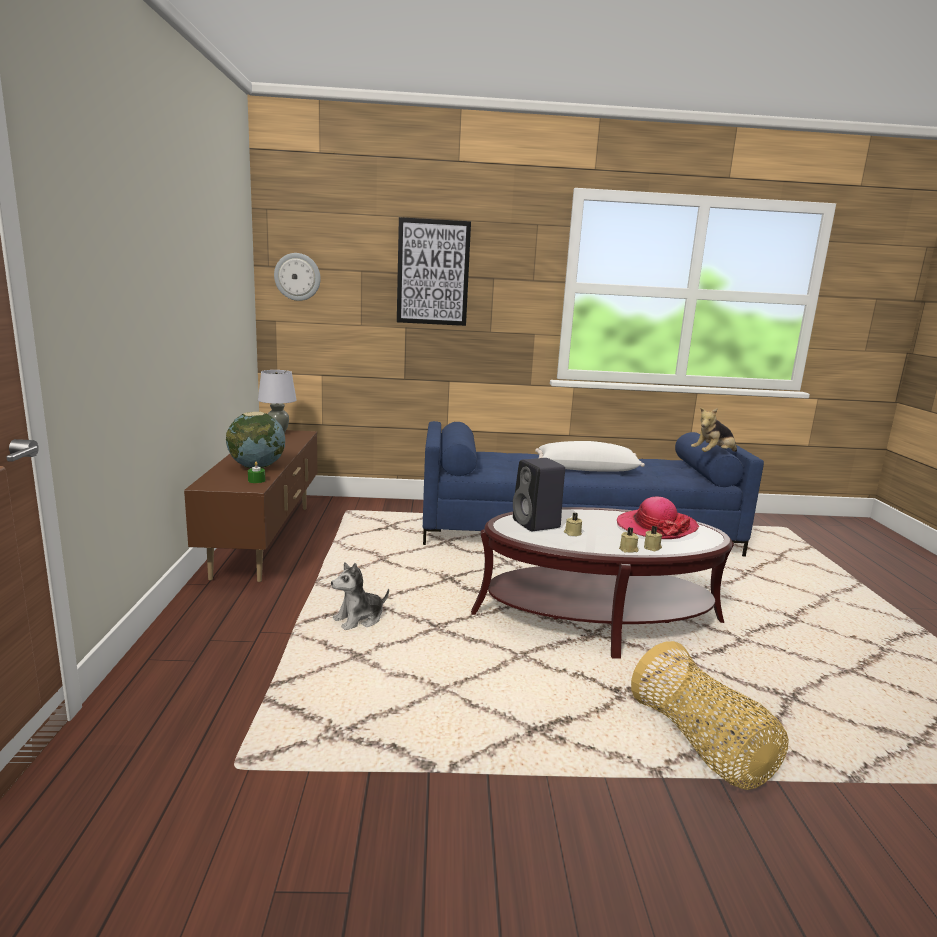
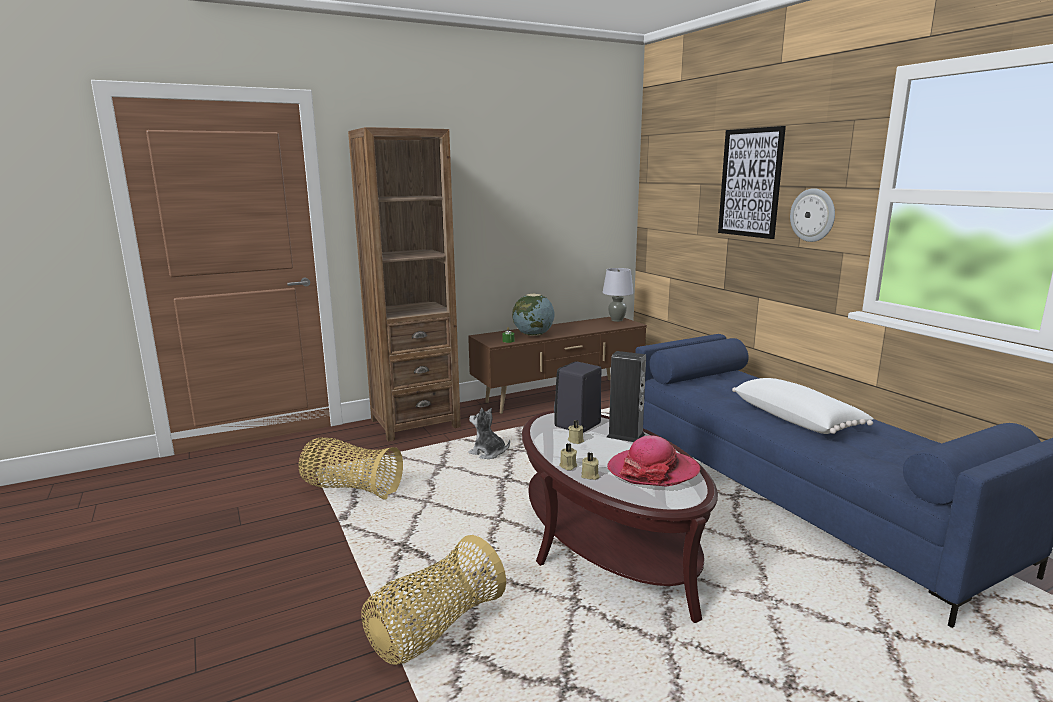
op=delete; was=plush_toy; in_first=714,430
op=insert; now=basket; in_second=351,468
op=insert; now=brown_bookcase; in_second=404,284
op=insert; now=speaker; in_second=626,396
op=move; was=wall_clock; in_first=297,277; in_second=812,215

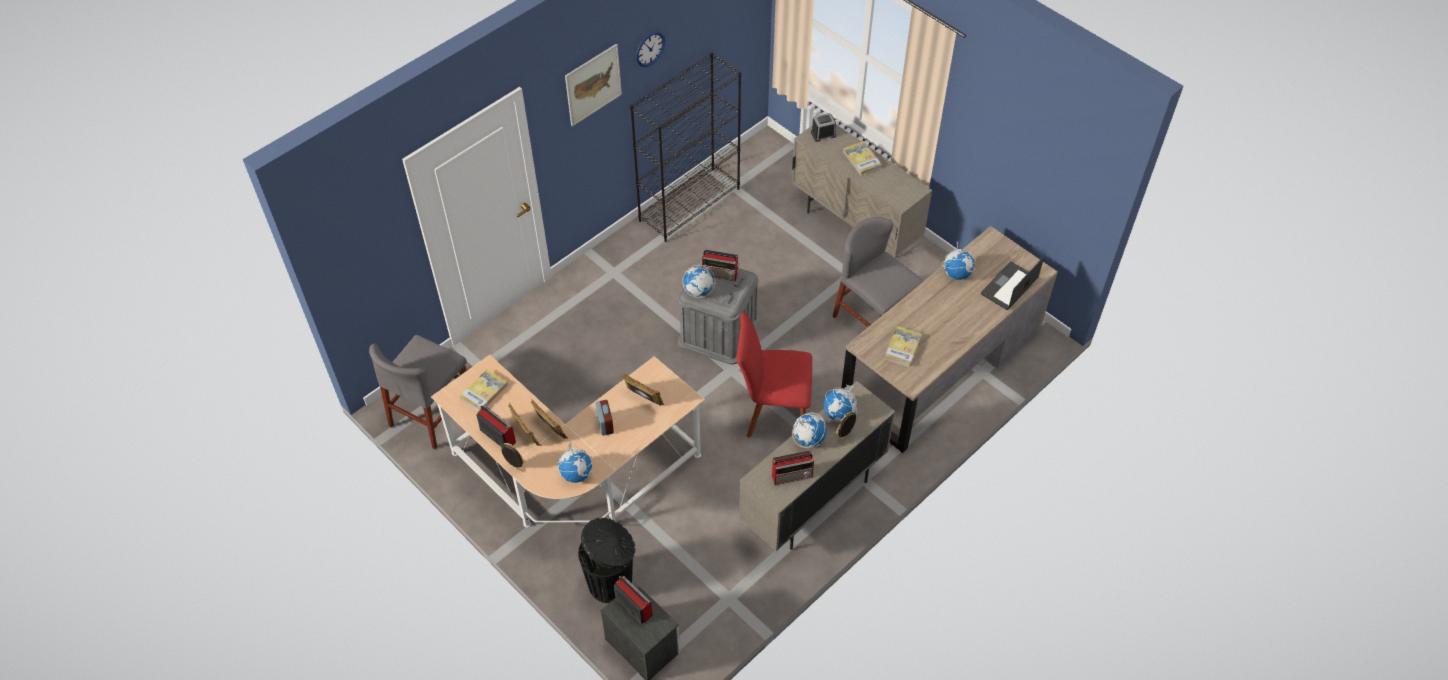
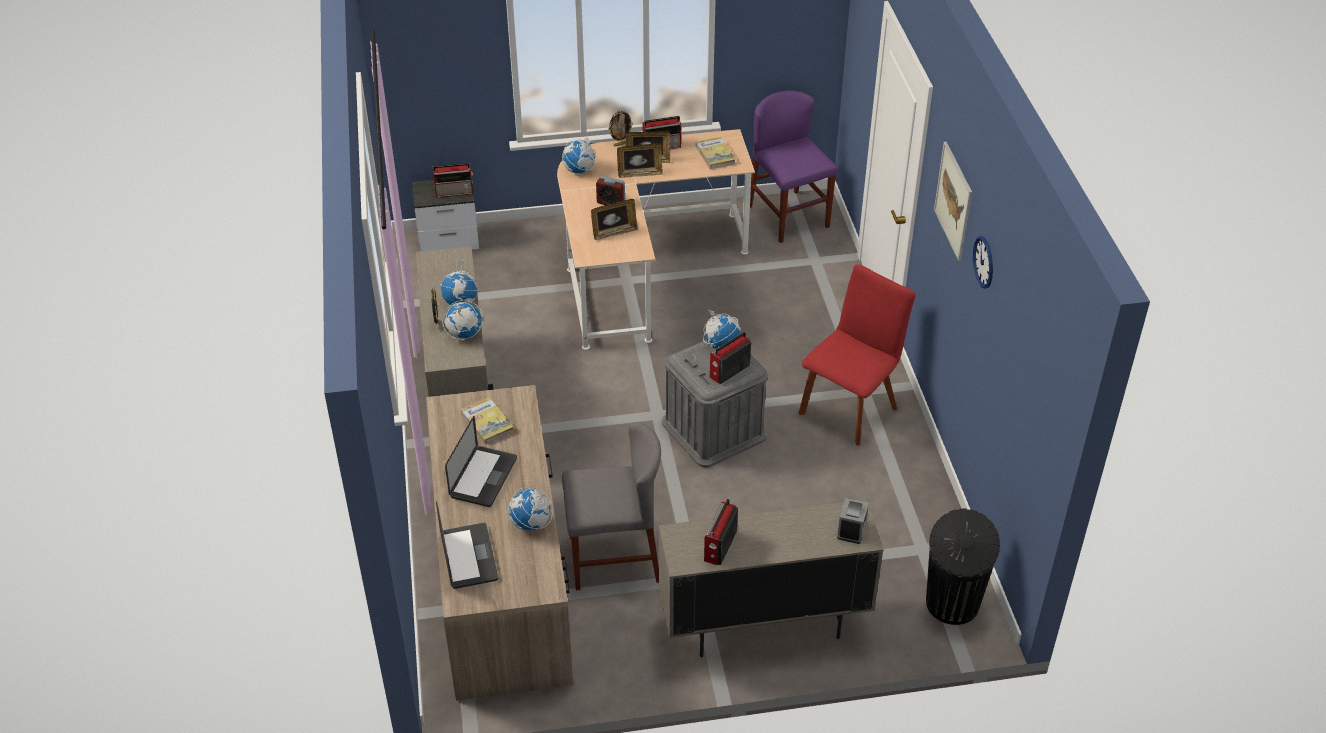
op=delete; was=black_bookcase; in_first=685,147
op=delete; was=book; in_first=862,158
op=insert; now=laptop; in_second=481,461
op=move; was=black_trash_can; in_first=606,560; in_second=963,567
op=move; was=red_chair; in_first=774,375; in_second=857,355
op=move; was=radio; in_first=793,468; in_second=721,531
op=recolor; was=grey_chair; now=purple_chair; in_first=418,392; in_second=793,167

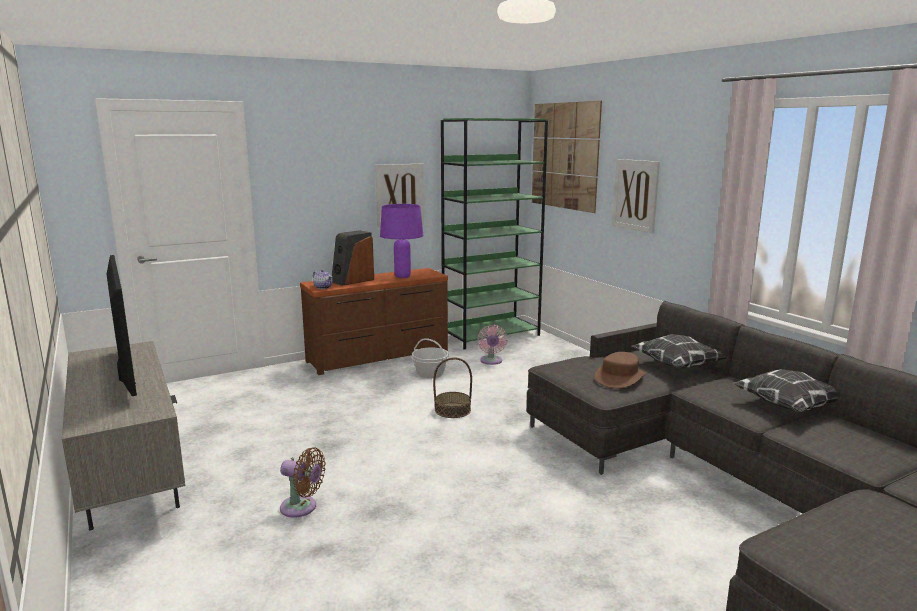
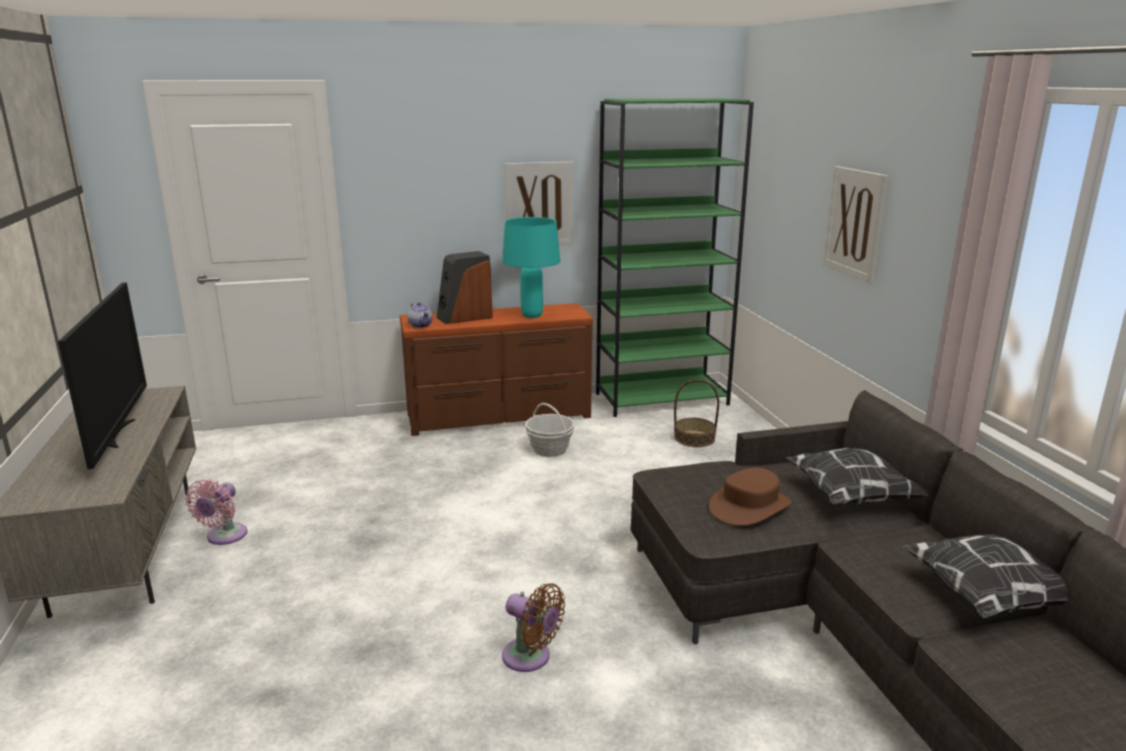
op=delete; was=picture; in_first=567,157
op=move; was=brown_fan; in_first=303,482; in_second=533,627
op=move; was=basket; in_first=452,387; in_second=696,413
op=move; was=pink_fan; in_first=492,345; in_second=216,512
op=recolor; was=purple_table_lamp; now=turquoise_table_lamp; in_first=402,241; in_second=531,267

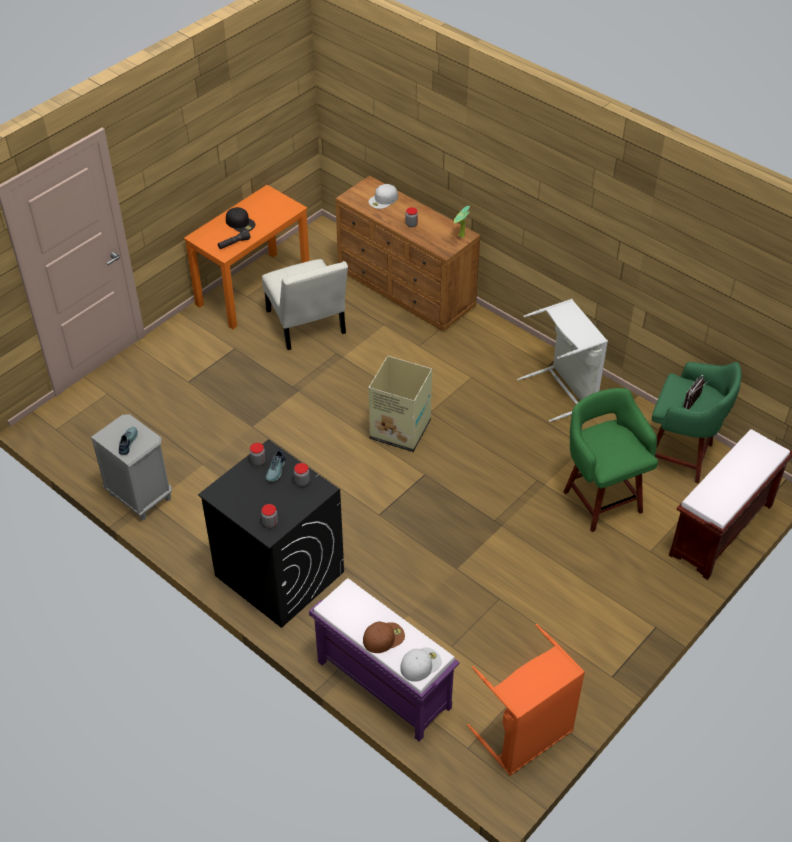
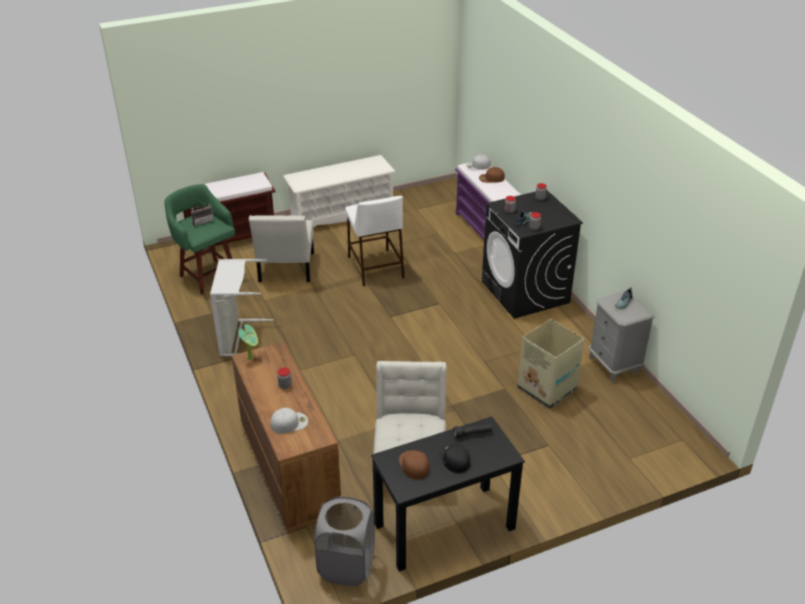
op=delete; was=orange_laundry_basket; in_first=526,700
op=insert; now=white_shoe_rack; in_second=339,191
op=insert; now=grey_laundry_basket; in_second=344,541
op=insert; now=white_stool; in_second=374,241
op=insert; now=brown_cap; in_second=414,464
op=move; was=cardboard_box; in_first=400,404; in_second=550,364
op=replace; was=green_stool; now=white_chair; in_first=611,460; in_second=281,248
op=recolor; was=orange_desk; now=black_desk; in_first=247,257; in_second=448,494

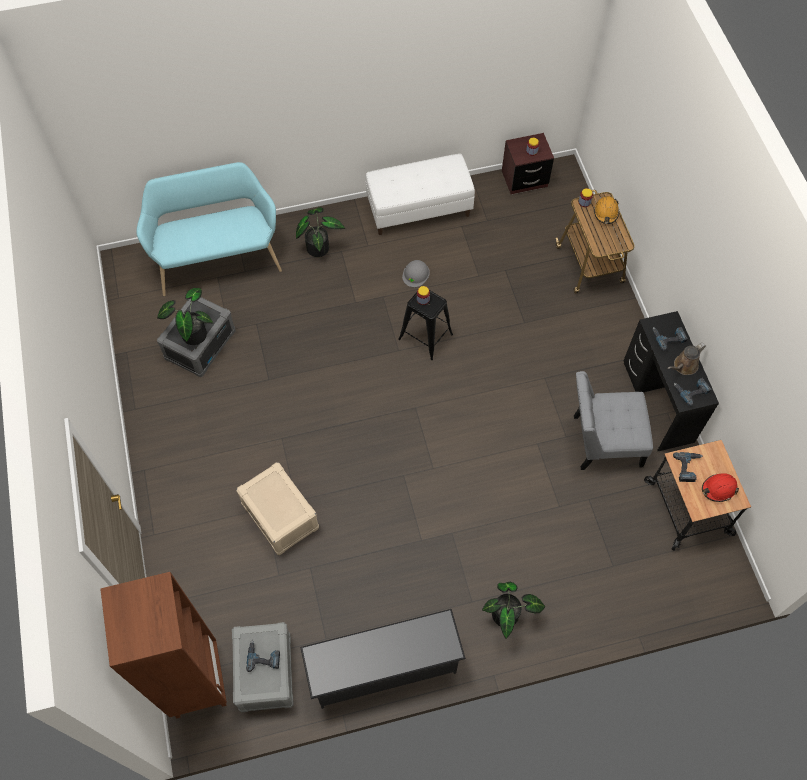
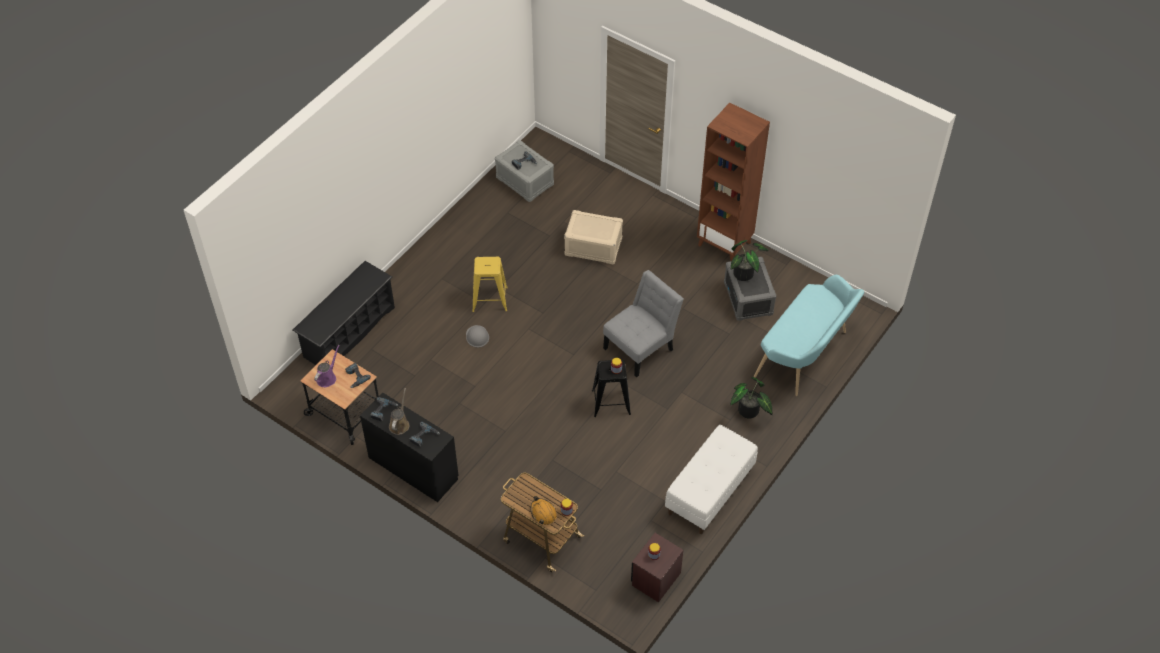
op=delete; was=potted_plant; in_first=513,610
op=insert; now=yellow_stool; in_second=490,284
op=move; was=brown_bookcase; in_first=163,645; in_second=733,182
op=move; was=black_shoe_rack; in_first=383,659; in_second=344,313
op=move; was=grey_hard_hat; in_first=416,273; in_second=477,336
op=move; was=grey_chair; in_first=613,420; in_second=643,323
op=replace; was=red_hard_hat; now=purple_watering_can; in_first=720,487; in_second=327,366

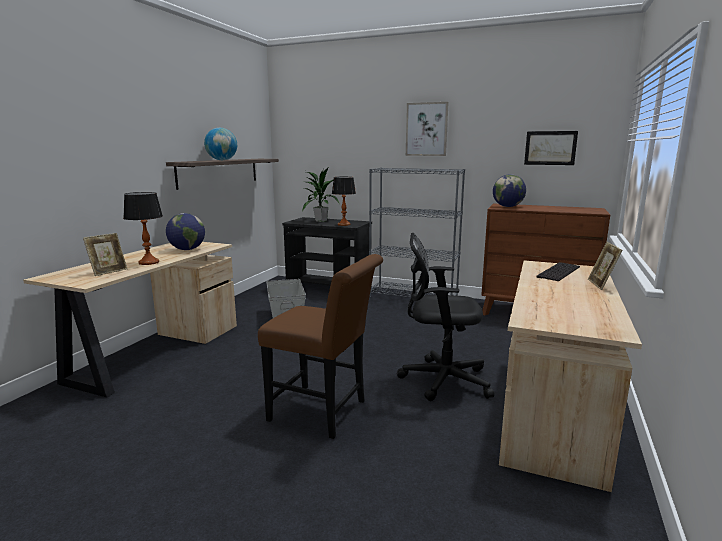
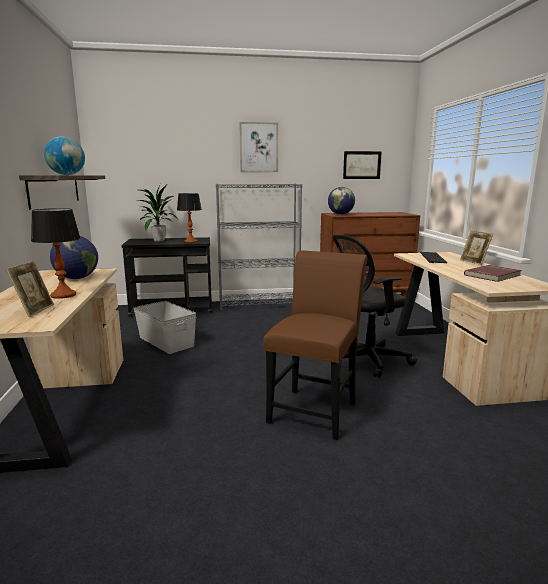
op=insert; now=red_book; in_second=492,273
op=rotate; was=brown_chair; in_first=320,346; in_second=315,345; clockwise=-60

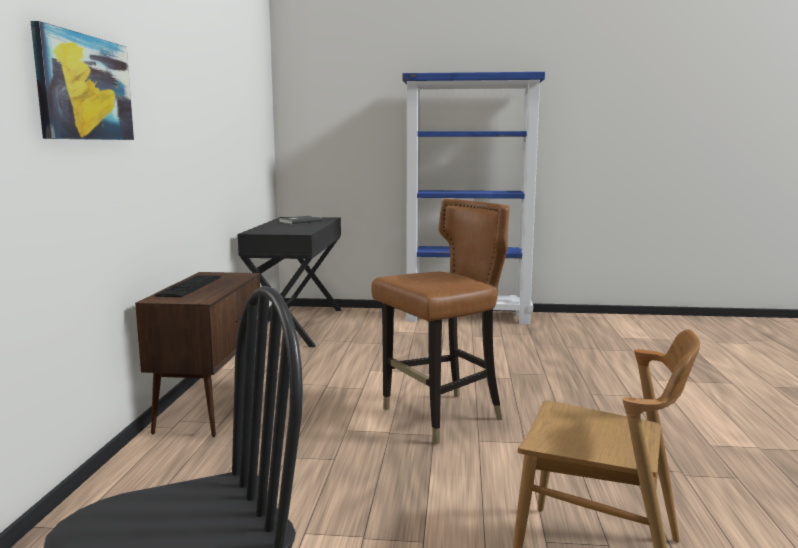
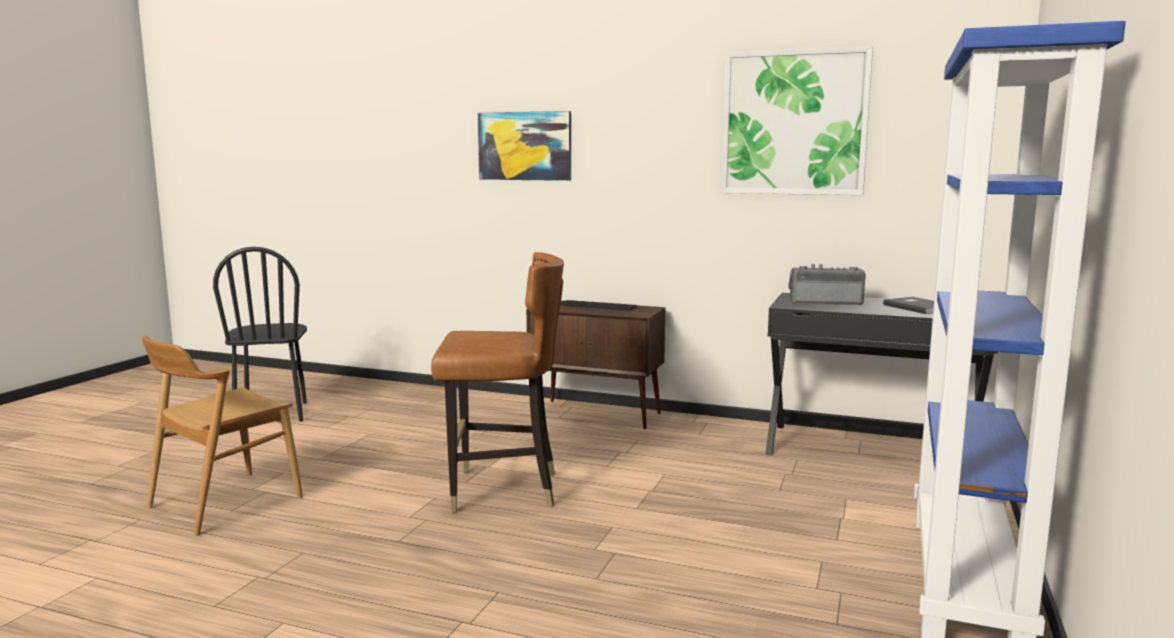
op=insert; now=picture; in_second=797,120
op=insert; now=radio; in_second=827,284
op=rotate; was=brown_chair; in_first=440,321; in_second=497,382; clockwise=-75

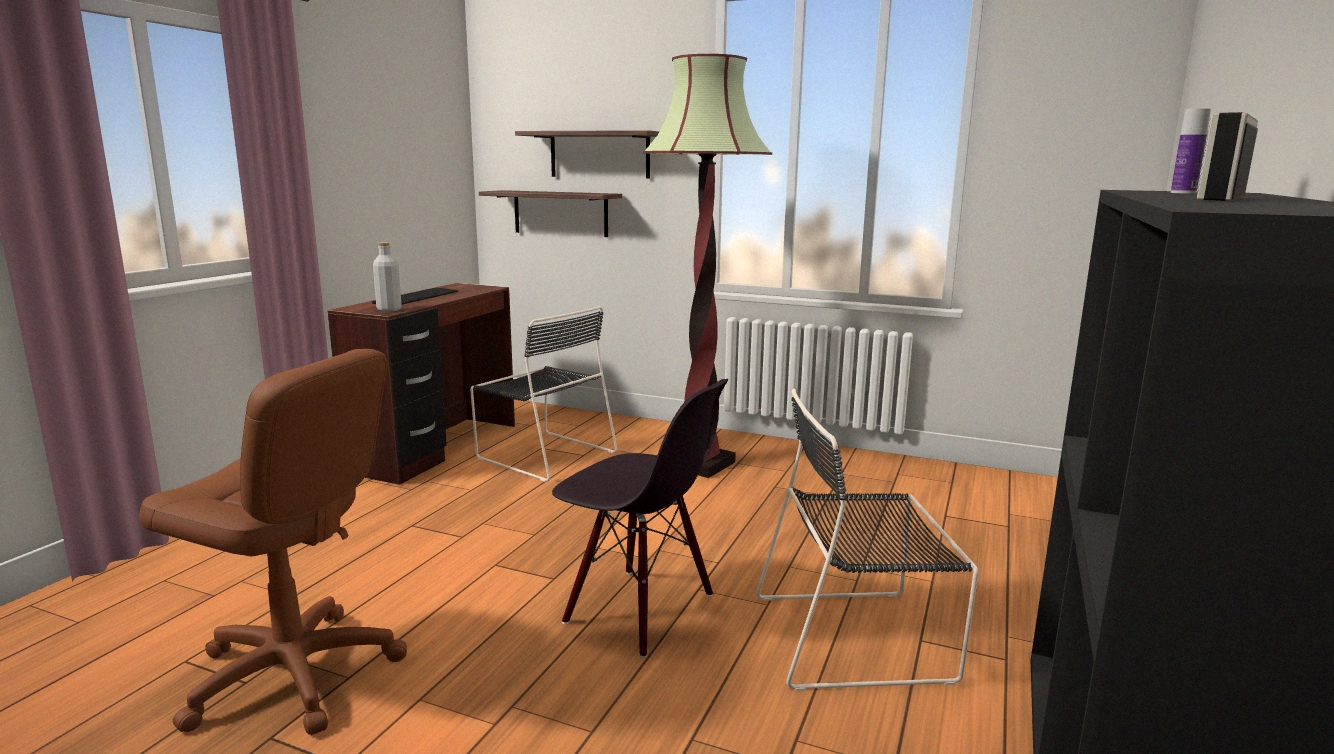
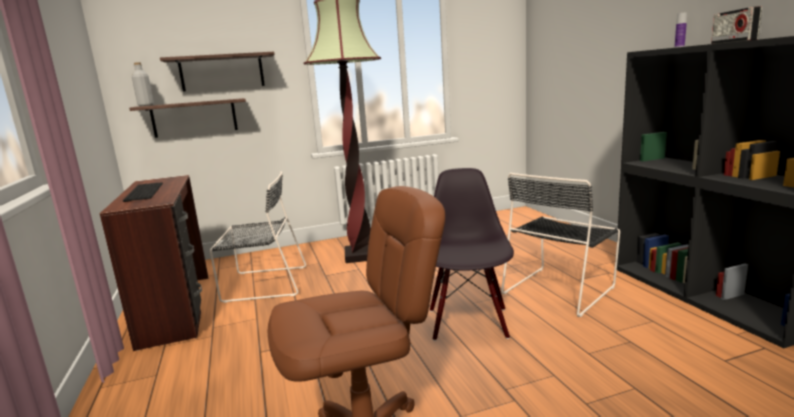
op=move; was=grey_bottle; in_first=387,277; in_second=143,84
op=rotate; was=black_chair; in_first=640,518; in_second=472,254; clockwise=-75

